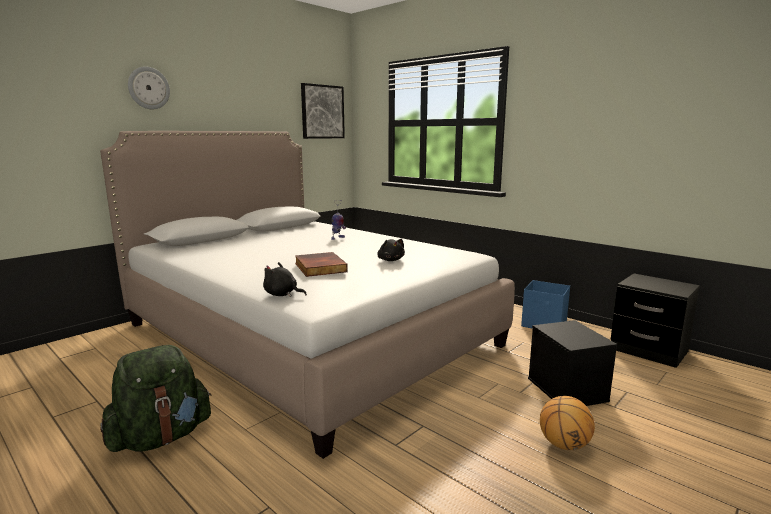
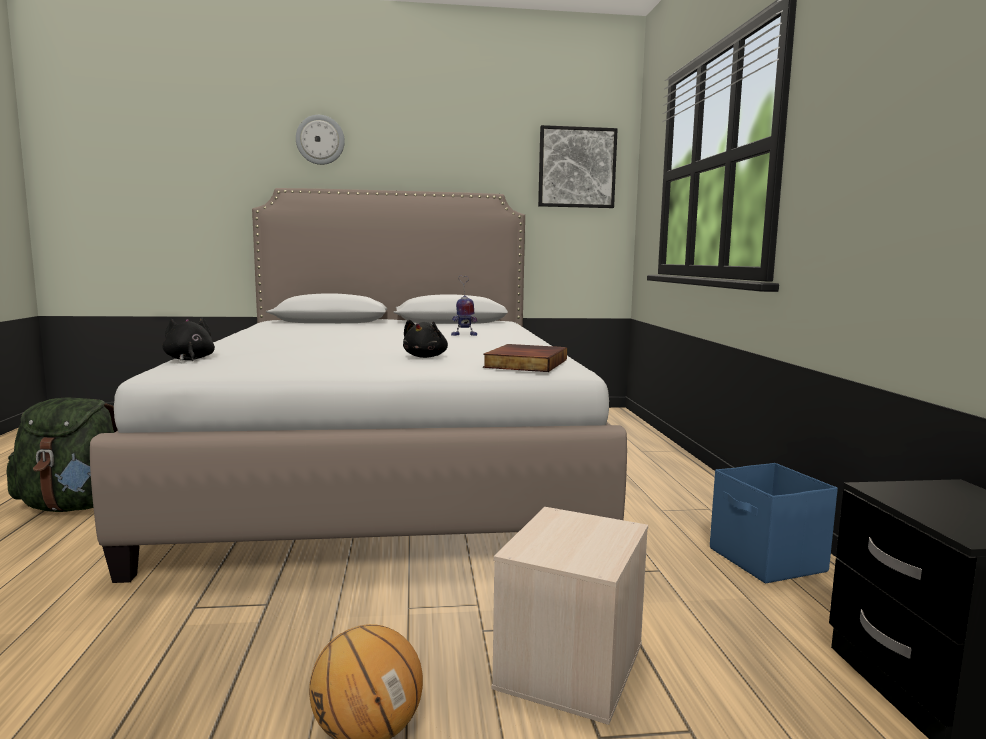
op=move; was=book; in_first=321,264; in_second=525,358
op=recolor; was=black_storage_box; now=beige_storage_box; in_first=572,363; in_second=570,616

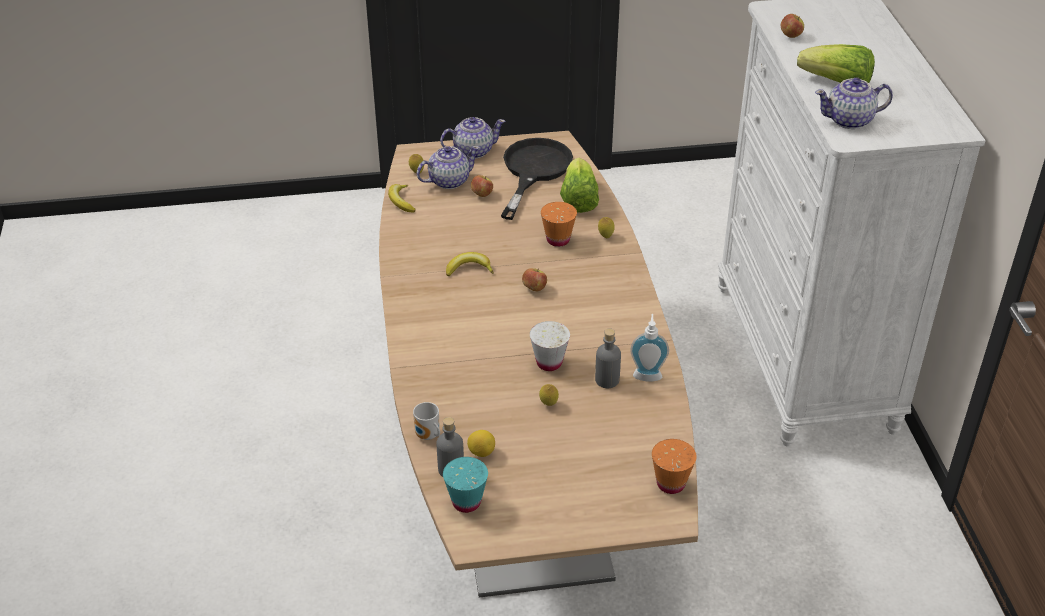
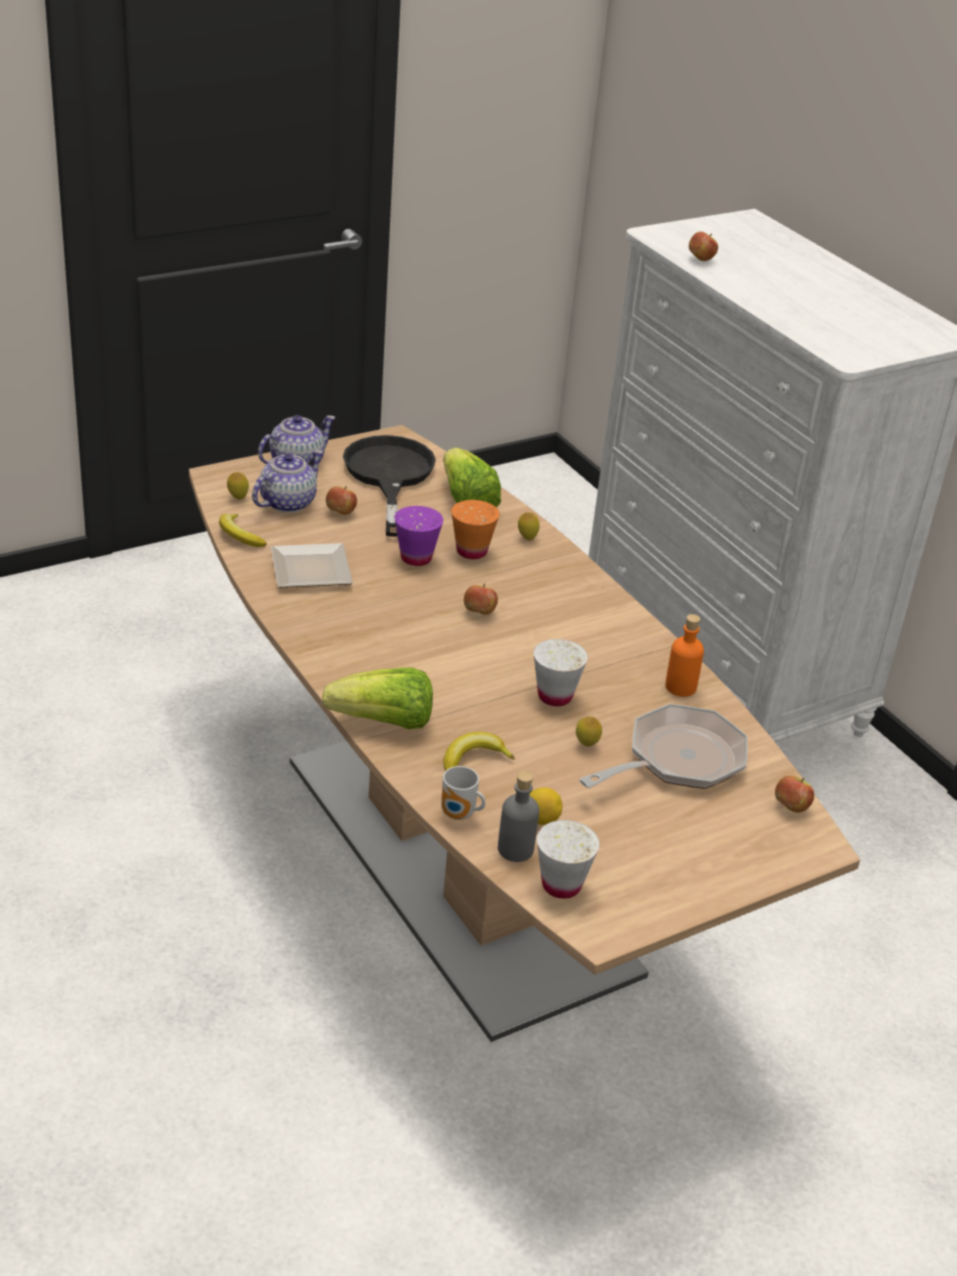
op=delete; was=grey_bottle; in_first=608,358
op=delete; was=teapot; in_first=854,103
op=insert; now=plate; in_second=312,565
op=insert; now=purple_cup; in_second=419,536
op=insert; now=frying_pan; in_second=663,746
op=move; was=banana; in_first=470,264; in_second=479,751
op=move; was=lettuce; in_first=836,63; in_second=377,698
op=replace; was=soap_dispenser; now=orange_bottle; in_first=649,348; in_second=684,655
op=replace; was=orange_cup; now=apple; in_first=674,466; in_second=794,794
op=recolor; was=turquoise_cup; now=white_cup; in_first=465,485; in_second=568,859

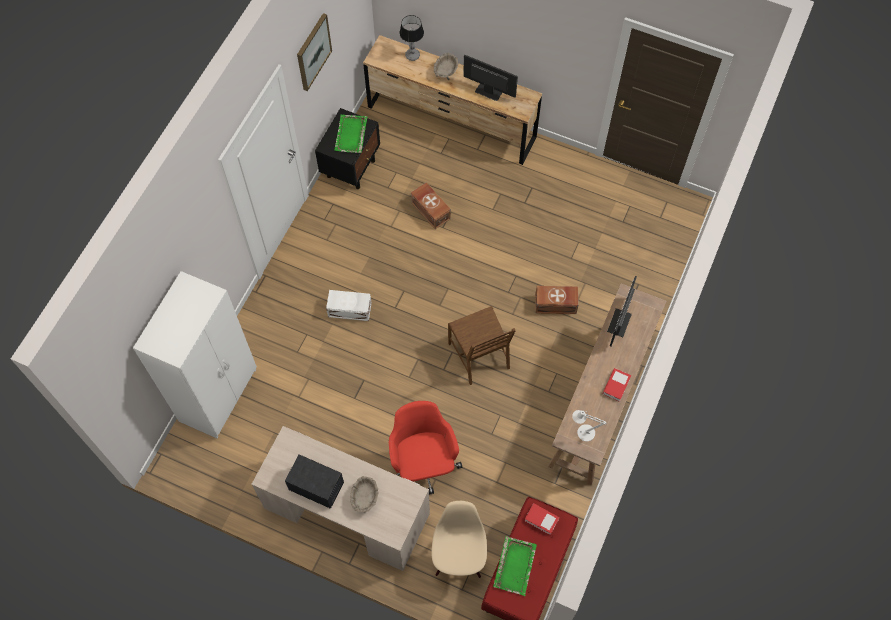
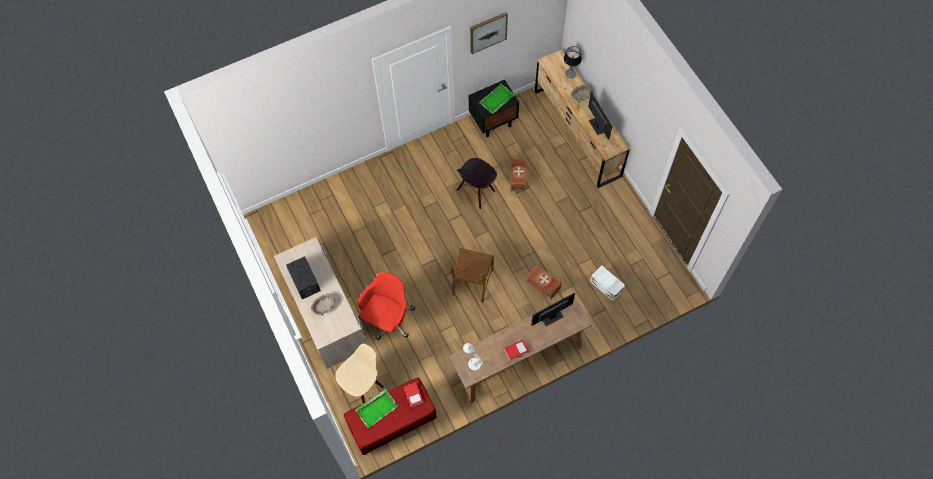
op=delete; was=white_wardrobe; in_first=195,354
op=insert; now=black_chair; in_second=477,183
op=move; was=white_storage_box; in_first=348,305; in_second=607,283

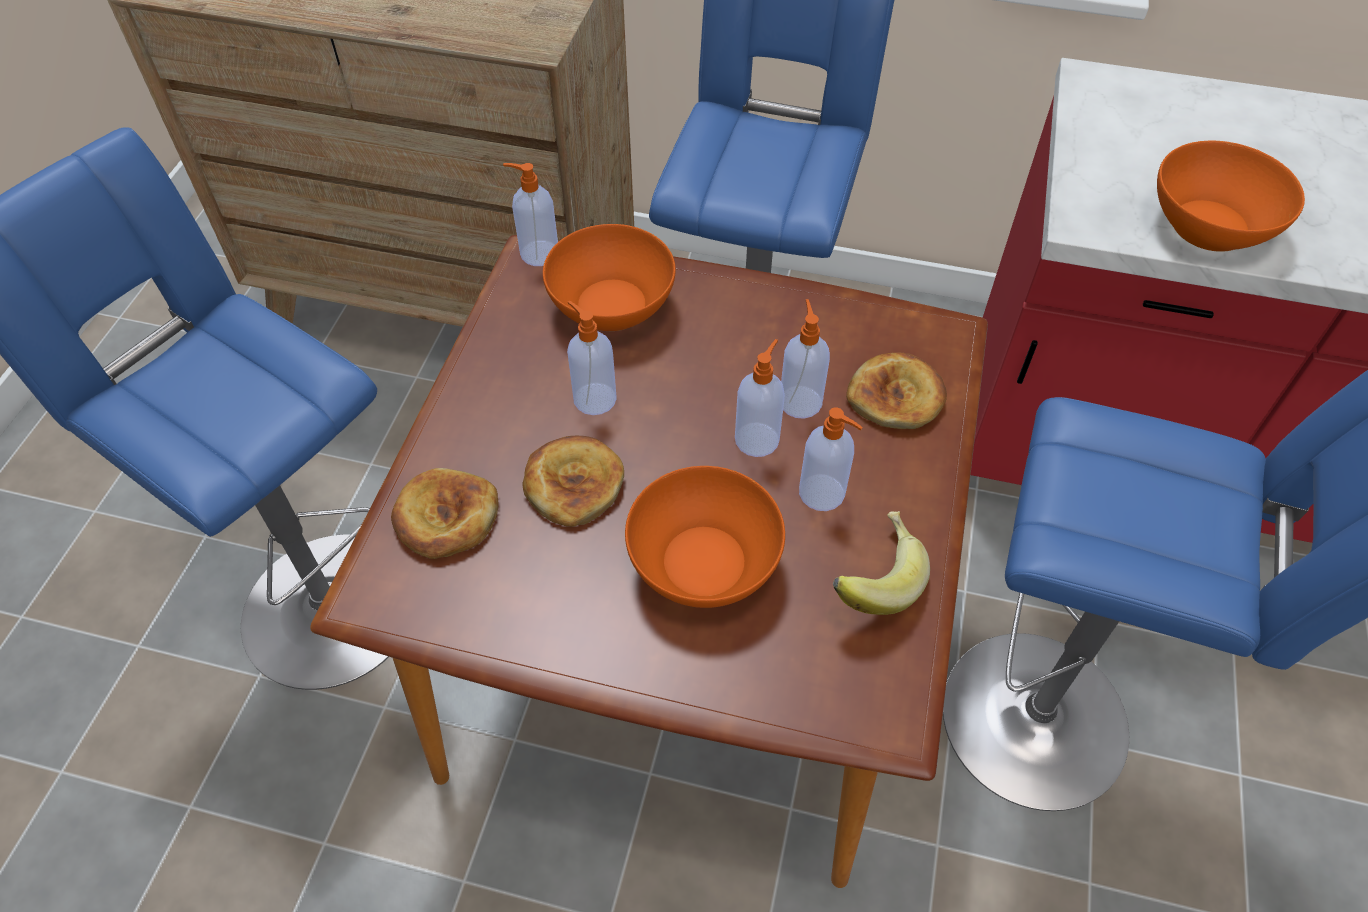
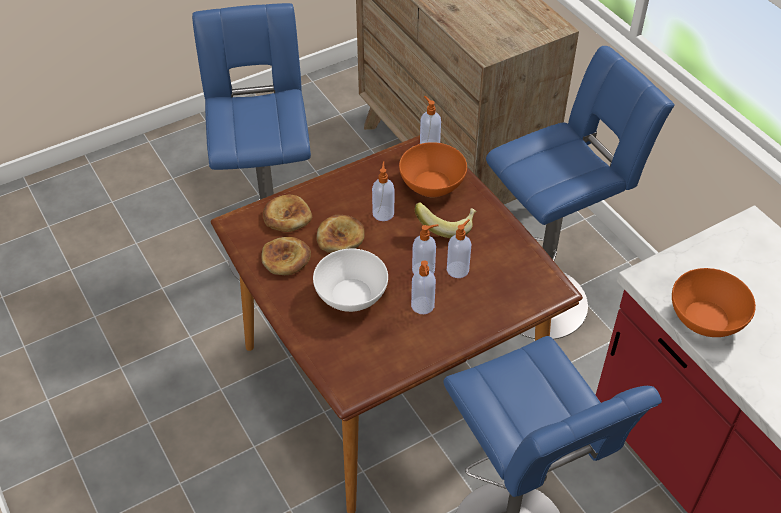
op=move; was=banana; in_first=881,563; in_second=445,220
op=move; was=bread; in_first=896,390; in_second=286,256
op=recolor; was=orange_bowl; now=white_bowl; in_first=705,537; in_second=350,280

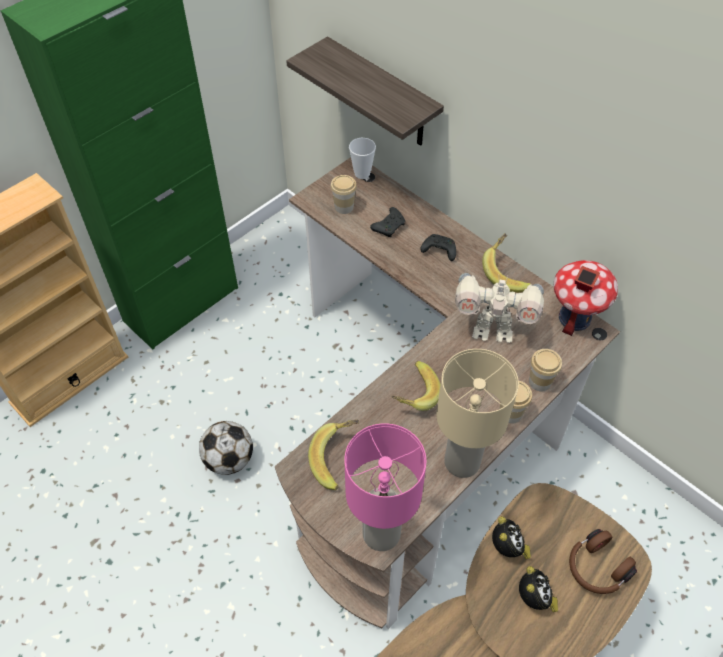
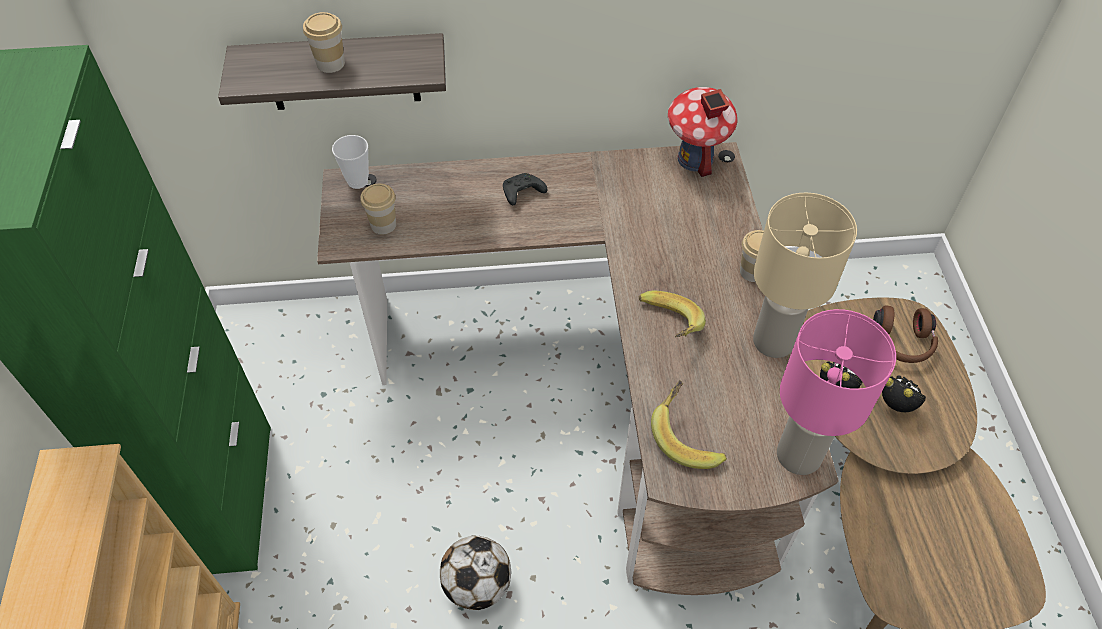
op=delete; was=black_game_controller; in_first=387,222
op=delete; was=toy_robot; in_first=499,308
op=delete; was=banana; in_first=506,263
op=move; was=cup; in_first=545,370; in_second=324,42

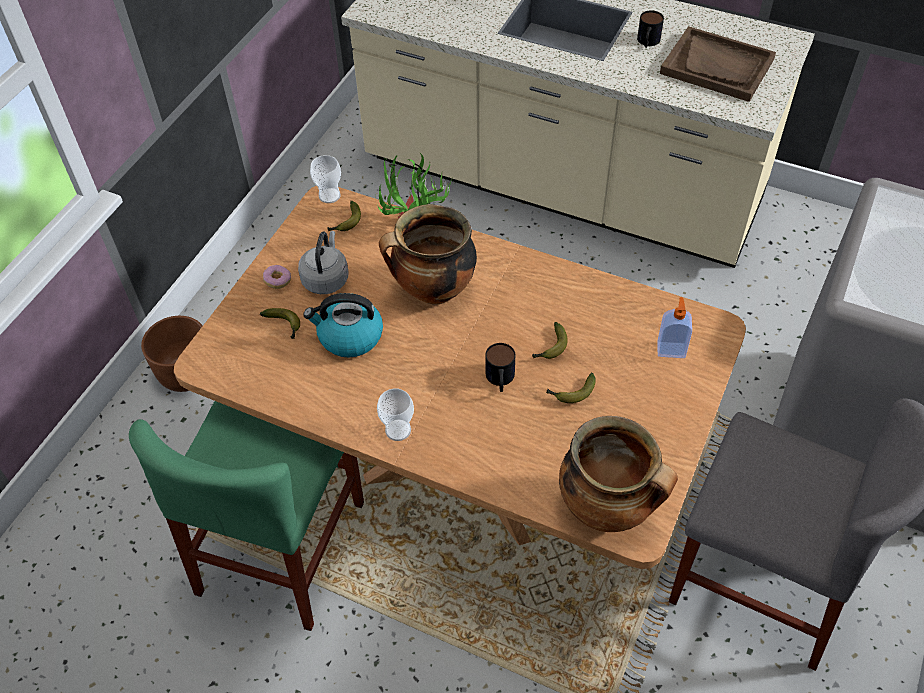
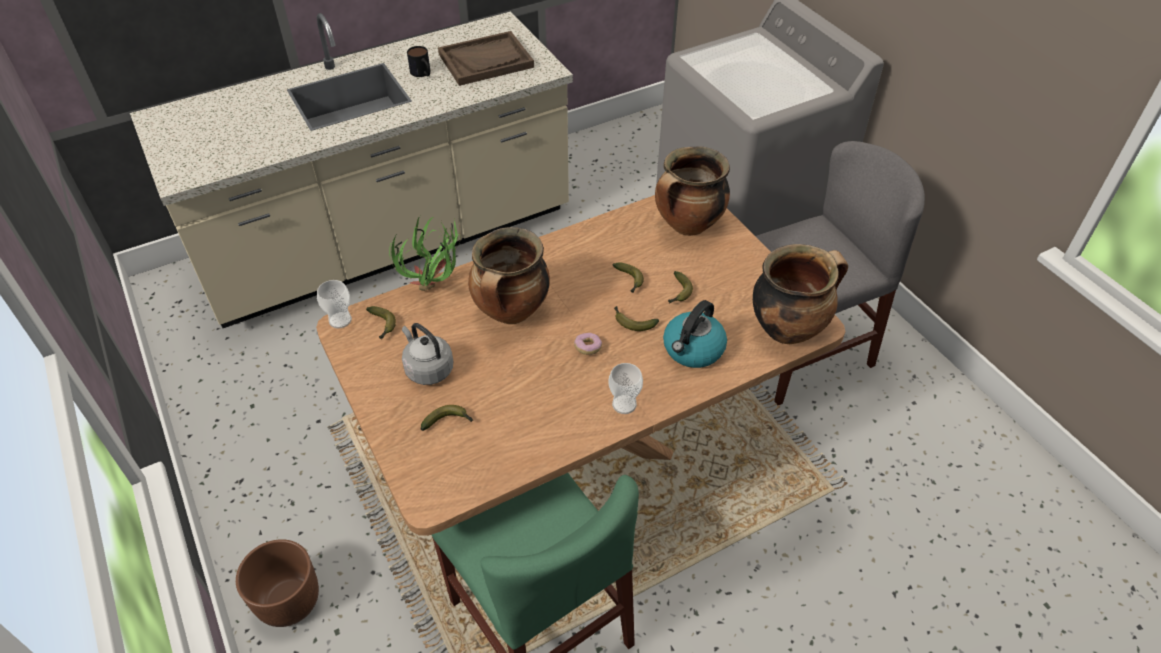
op=move; was=donut; in_first=277,277; in_second=588,344
op=move; was=kettle; in_first=343,325; in_second=695,334
op=replace; was=mug; now=banana; in_first=500,367; in_second=636,318
op=replace; was=soap_dispenser; now=cooking_pot; in_first=674,327; in_second=692,191

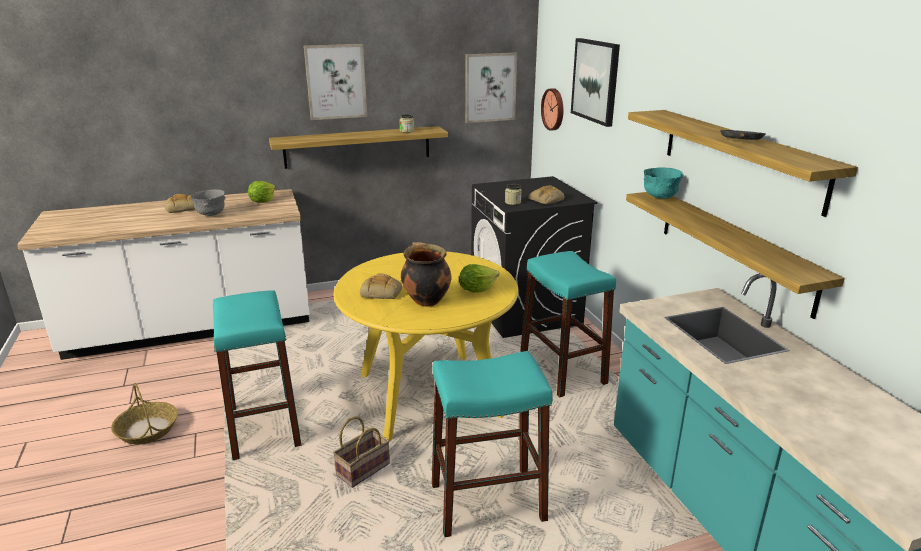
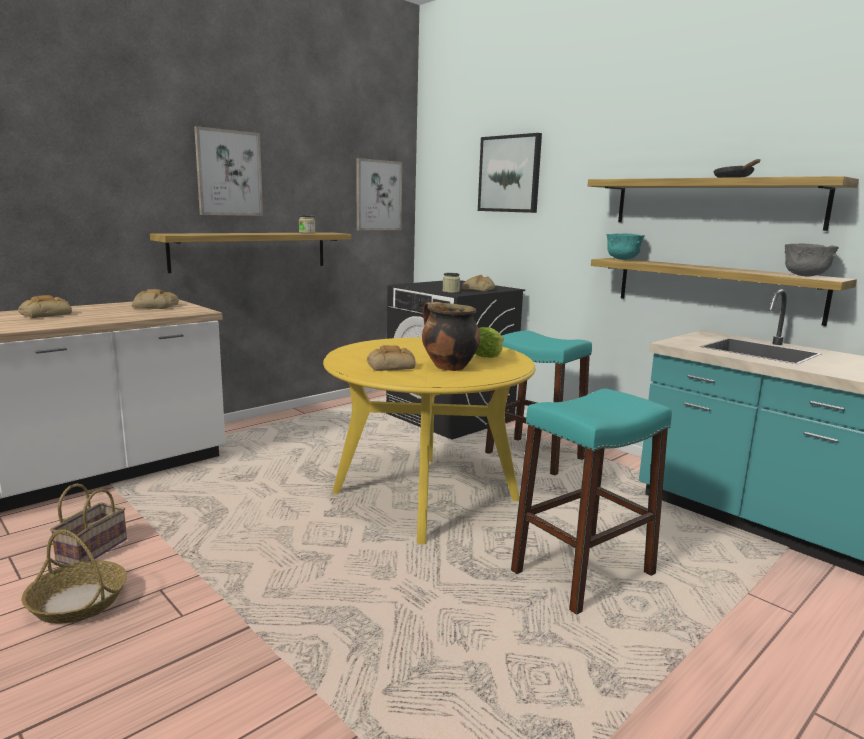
op=delete; was=turquoise_stool; in_first=257,375
op=delete; was=wall_clock; in_first=552,109
op=move; was=grey_bowl; in_first=208,202; in_second=811,260
op=move; was=basket; in_first=361,452; in_second=88,524
op=replace; was=lettuce; now=bread; in_first=261,192; in_second=155,299

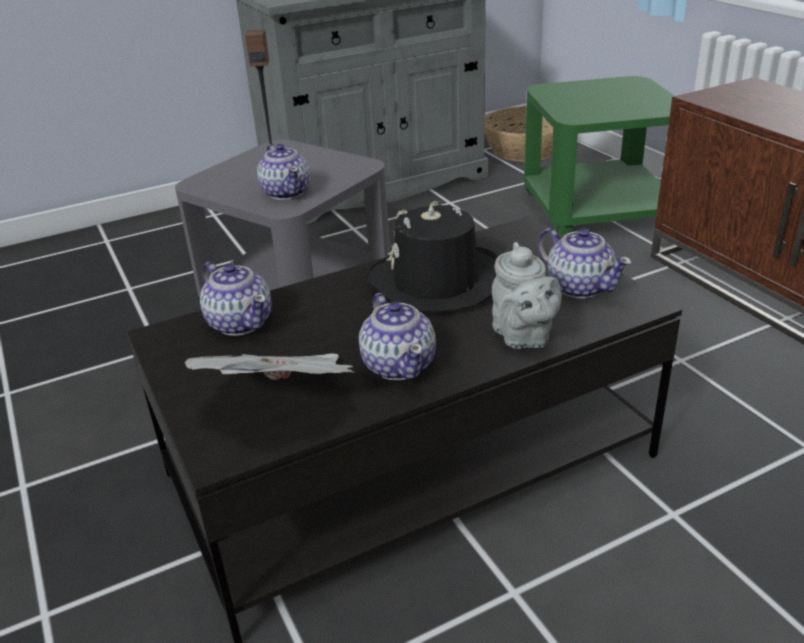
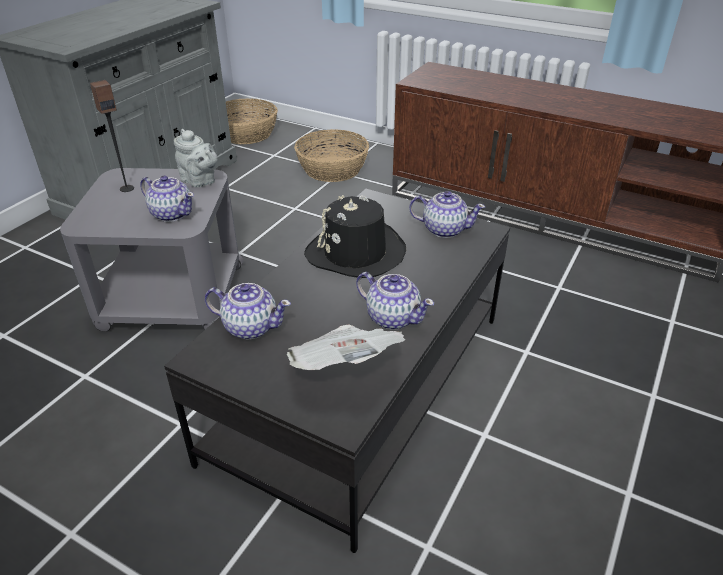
op=move; was=grey_teapot; in_first=527,295; in_second=195,158
op=replace; was=green_side_table; now=basket; in_first=599,156; in_second=331,155

